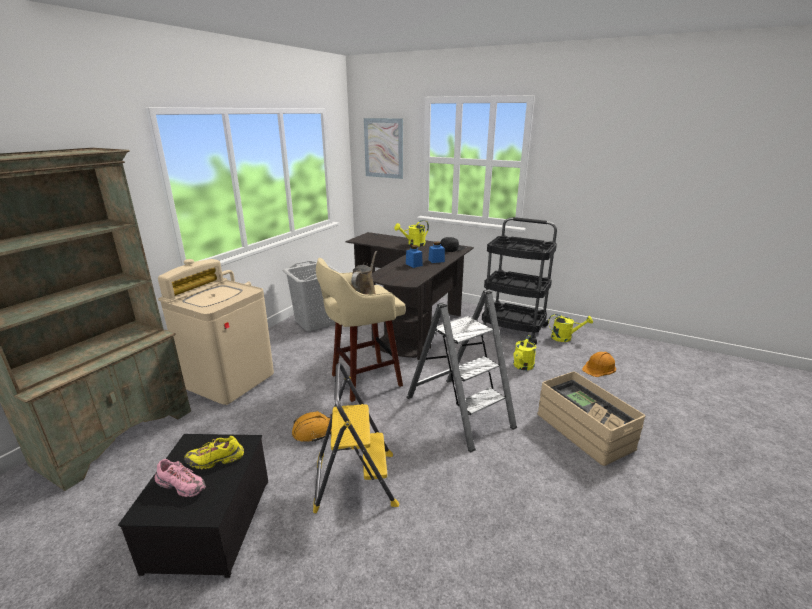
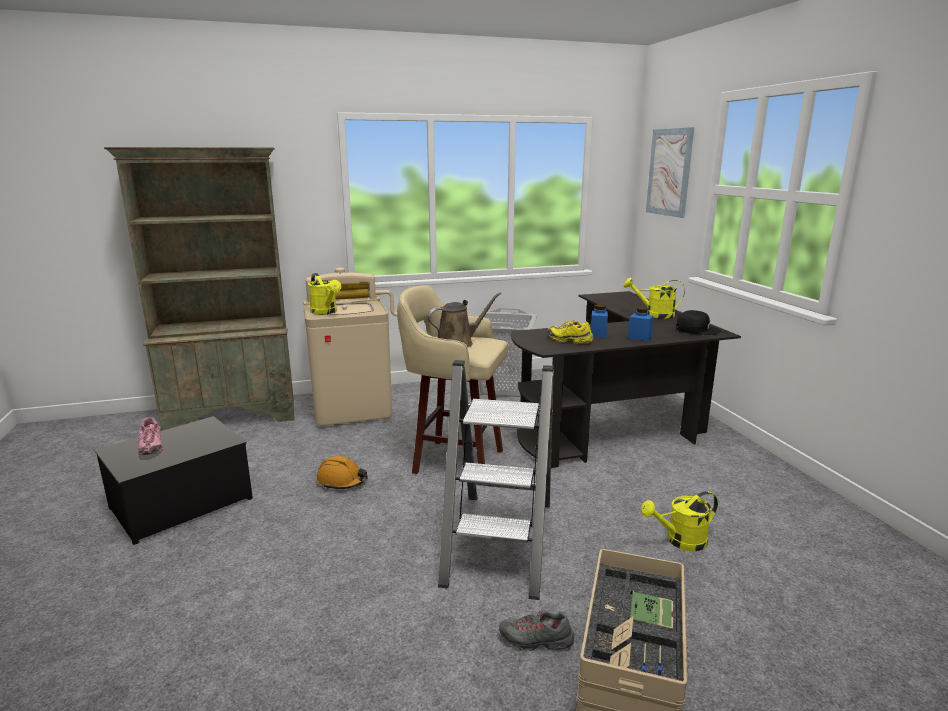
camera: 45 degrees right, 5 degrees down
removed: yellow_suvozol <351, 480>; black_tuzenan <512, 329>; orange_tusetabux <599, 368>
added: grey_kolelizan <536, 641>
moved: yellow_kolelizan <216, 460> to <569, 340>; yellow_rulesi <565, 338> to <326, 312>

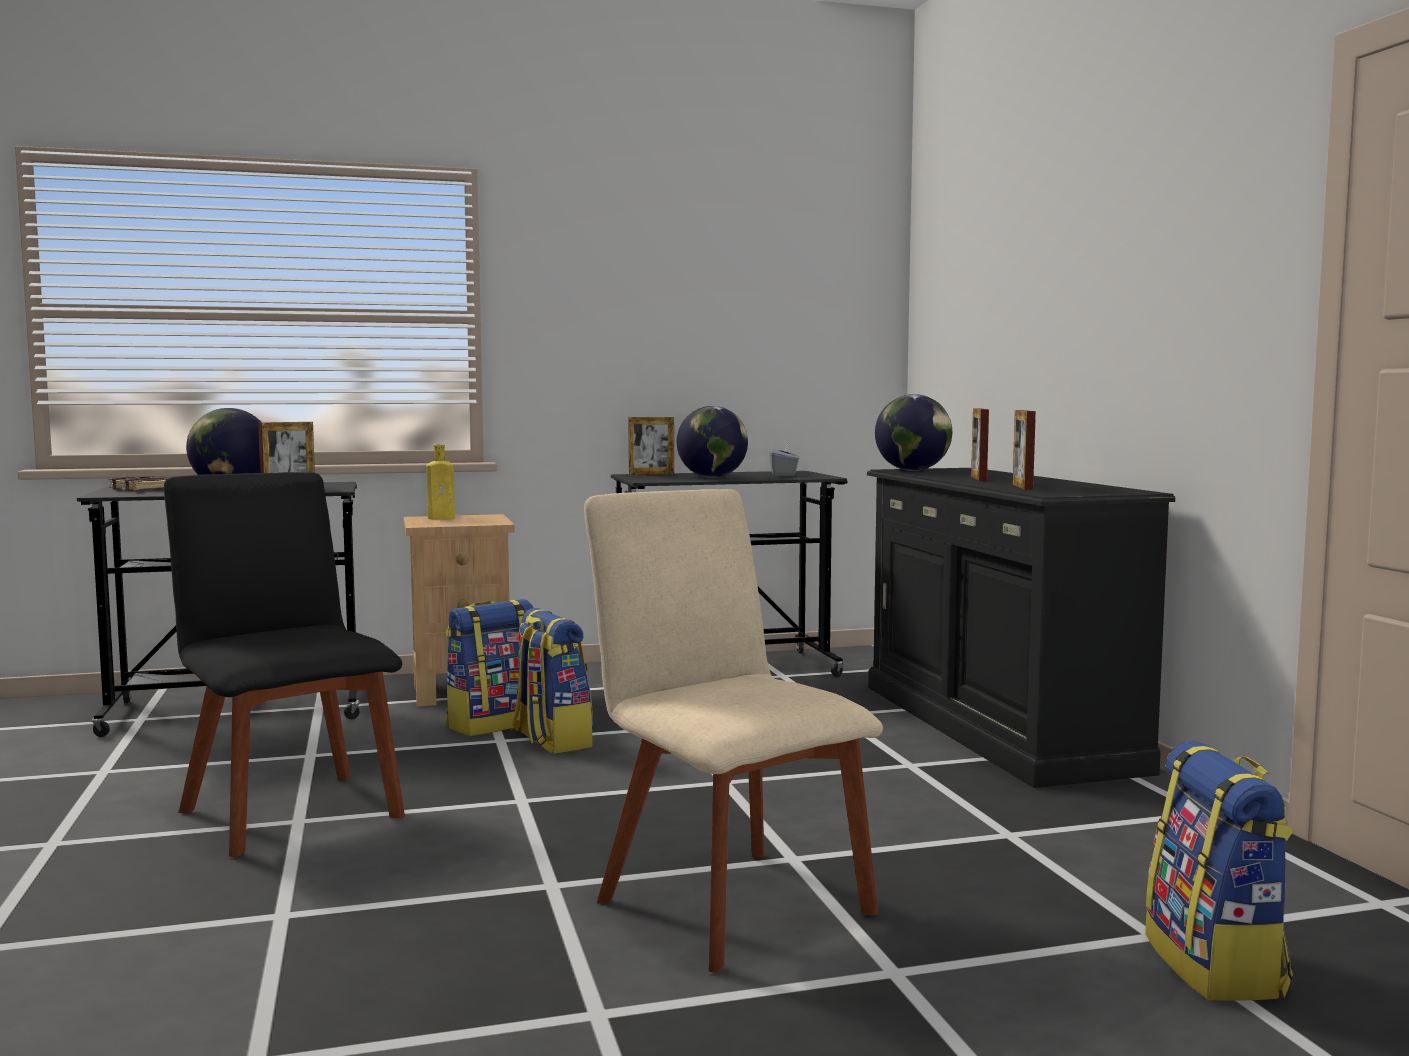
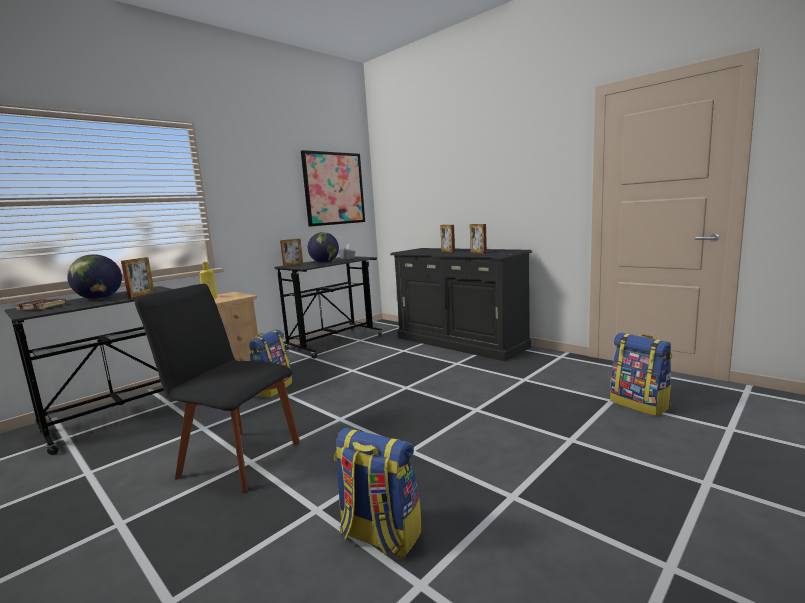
camera: 30 degrees left, 5 degrees up
removed: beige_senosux <727, 901>; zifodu <913, 470>
added: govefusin <334, 188>
moved: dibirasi <550, 740> to <379, 536>

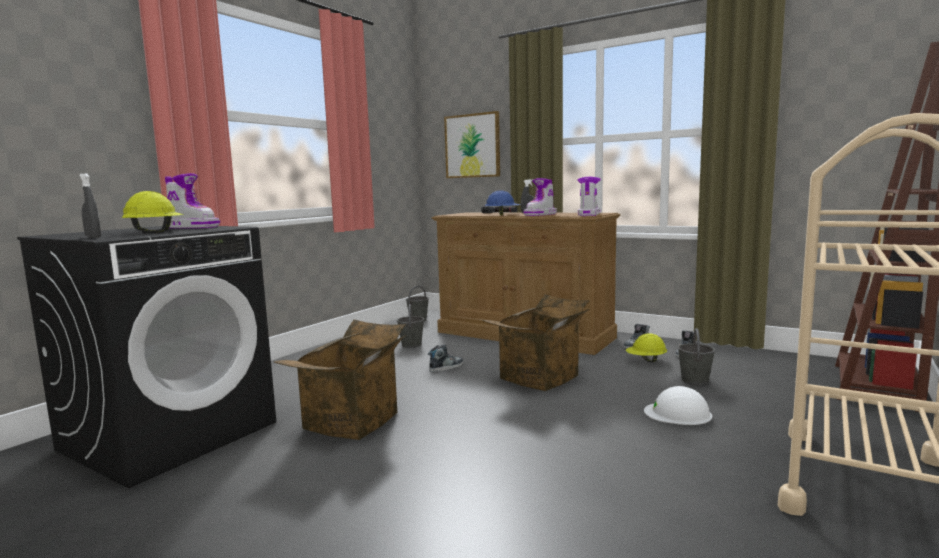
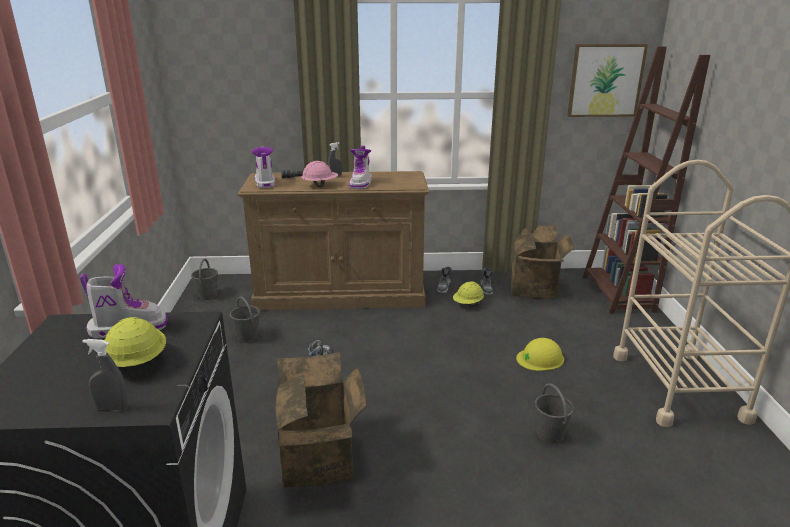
camera: 35 degrees left, 15 degrees up
moved: govefusin <472, 146> to <605, 80>; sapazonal <541, 378> to <536, 288>; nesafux <588, 215> to <265, 183>; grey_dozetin <694, 381> to <550, 434>
recoloured: blue_tusetabux <503, 214> to pink_tusetabux <320, 185>; white_tusetabux <678, 413> to yellow_tusetabux <540, 358>

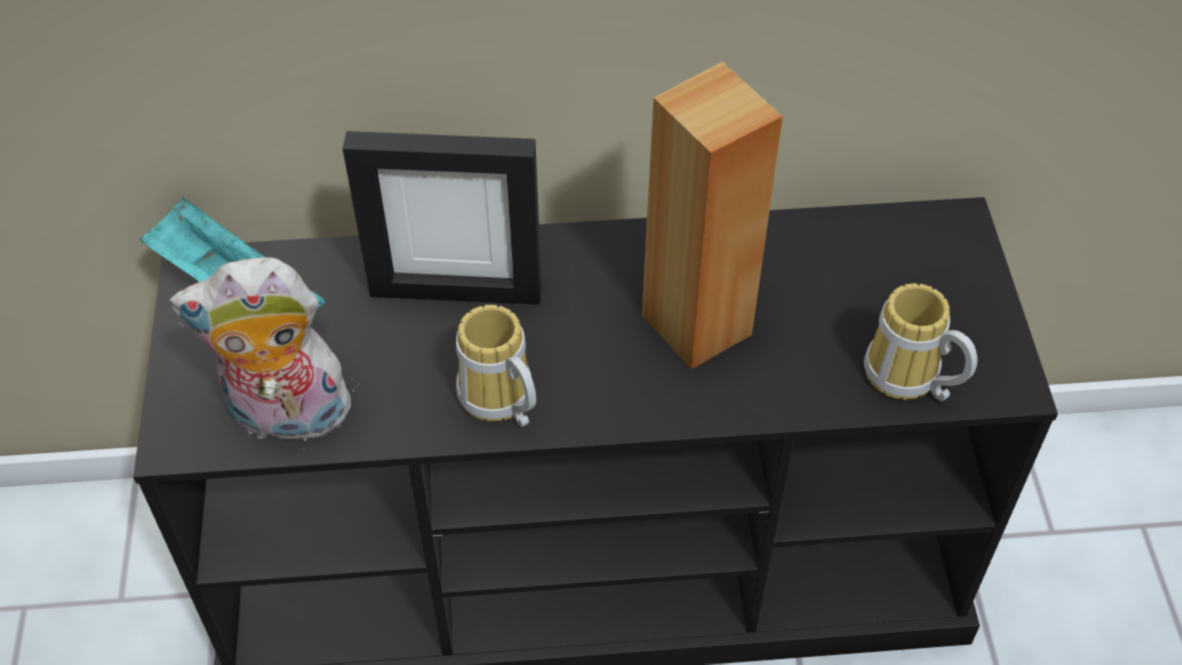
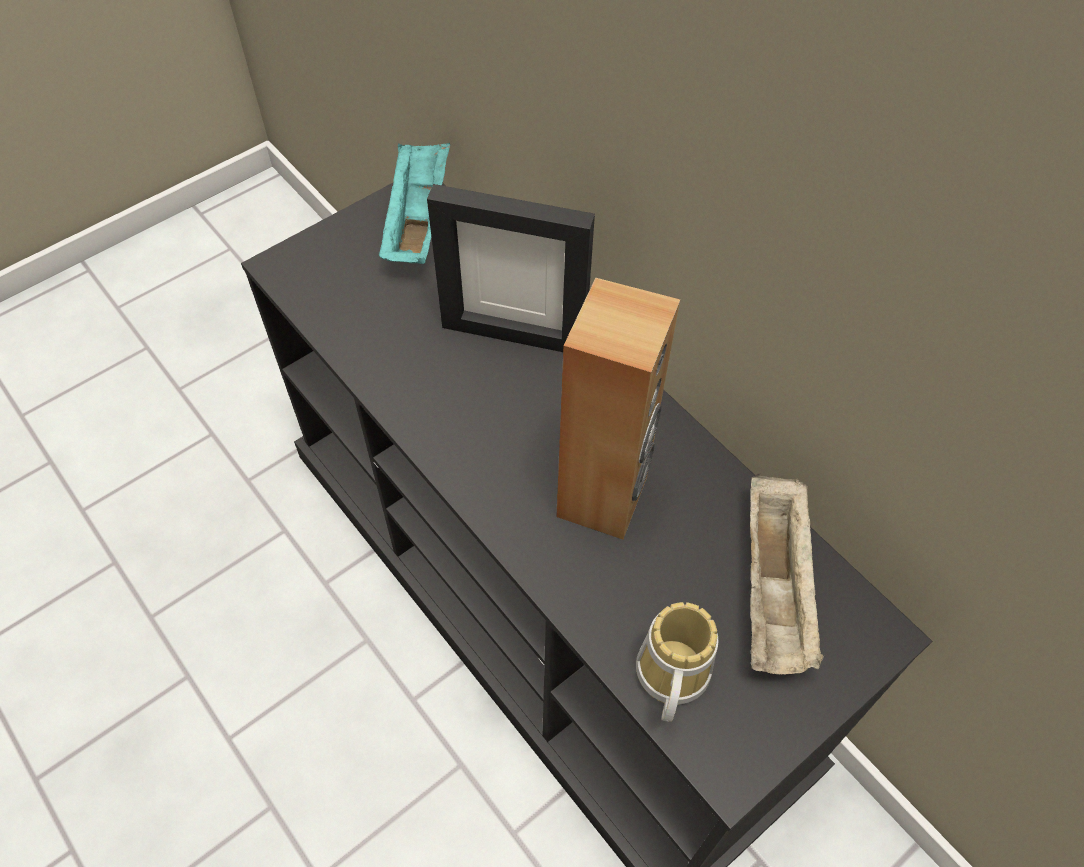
camera: 55 degrees right, 5 degrees up
removed: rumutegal <286, 417>; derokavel <498, 403>
added: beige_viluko <774, 589>
turned: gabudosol <456, 289> = <514, 332> 45 degrees counterclockwise

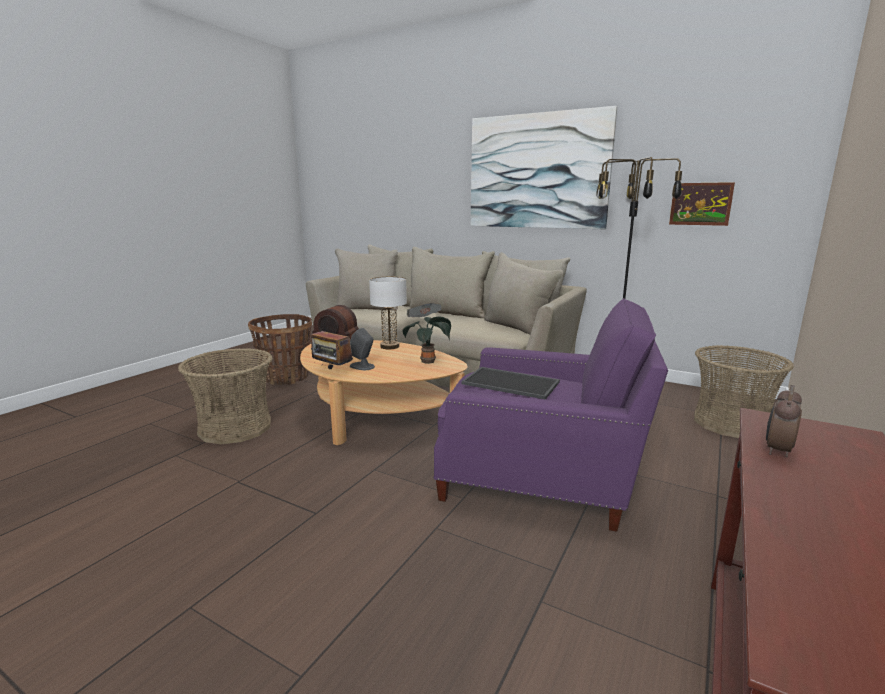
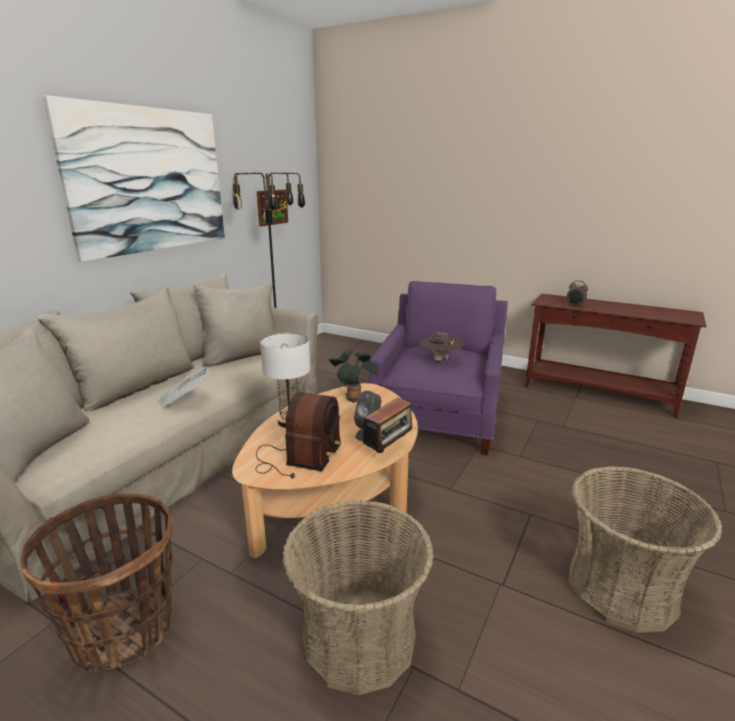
camera: 90 degrees left, 5 degrees up
moved: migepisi <730, 423> to <621, 589>
replaced: viluko <512, 383> to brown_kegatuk <439, 360>

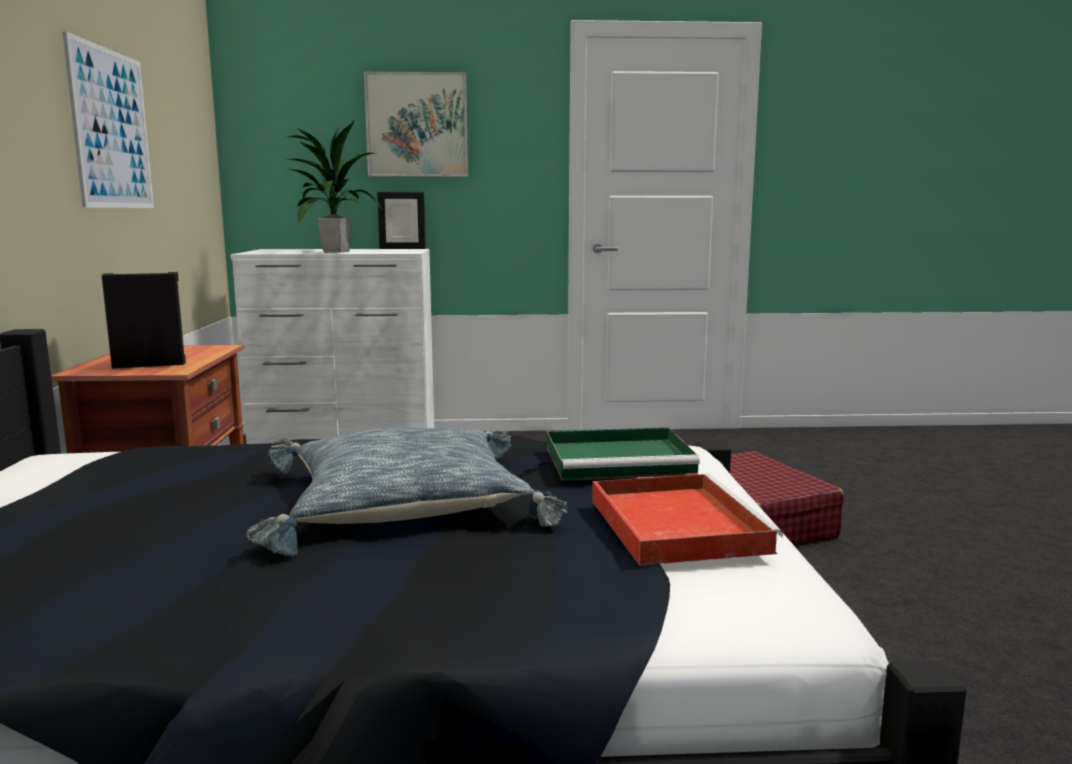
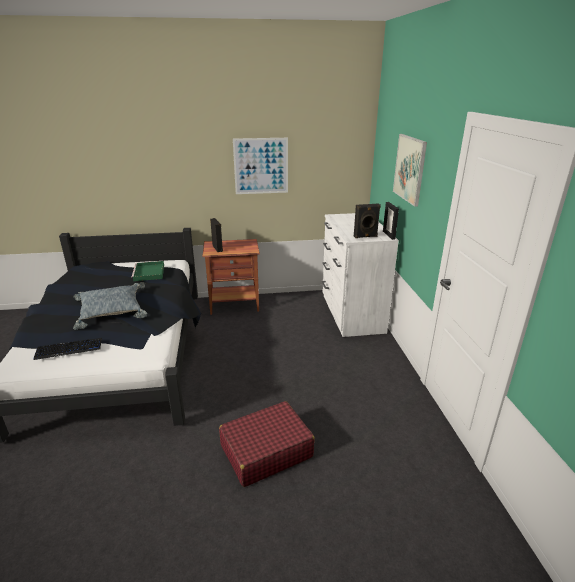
camera: 85 degrees right, 15 degrees up
removed: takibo <335, 251>
added: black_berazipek <365, 236>
moved: green_viluko <621, 460> to <149, 273>
replaced: red_viluko <674, 524> to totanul <69, 349>

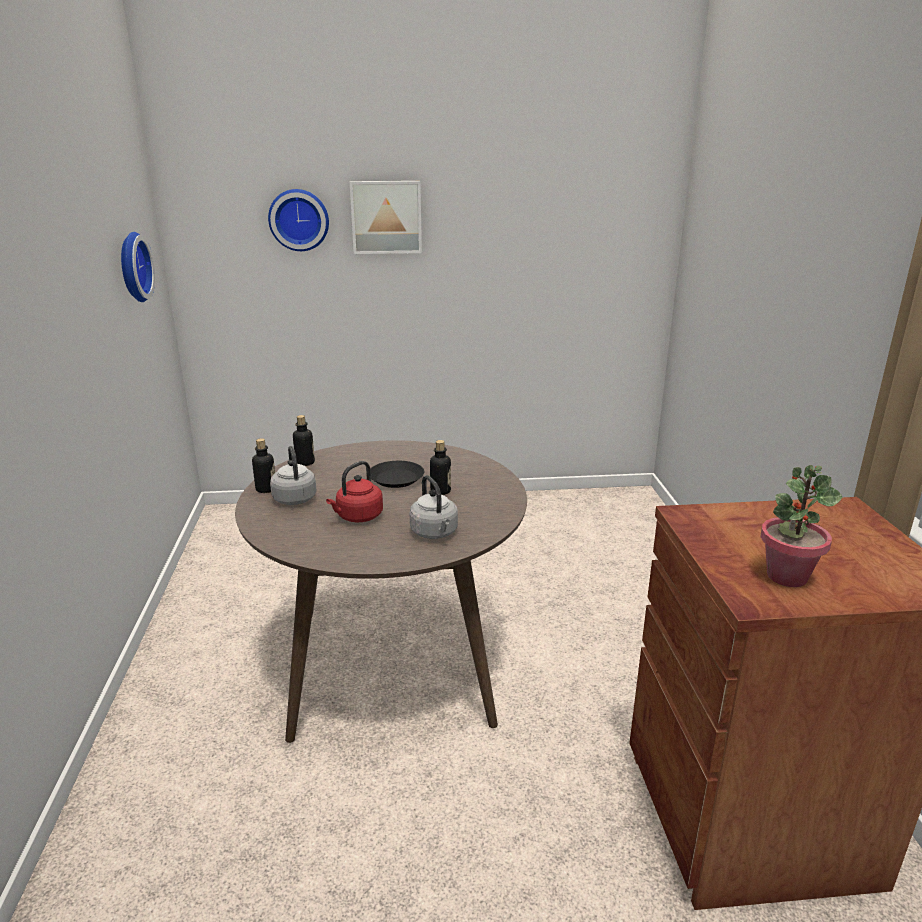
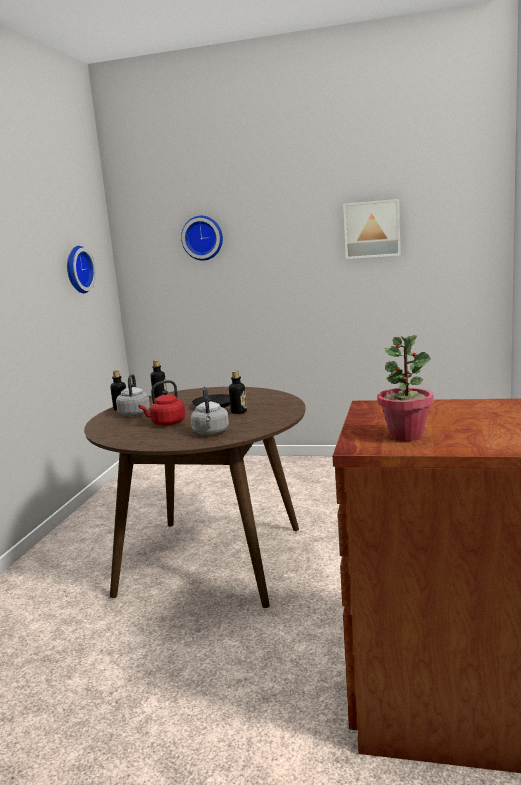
camera: 20 degrees right, 10 degrees down
moved: govefusin <386, 217> to <372, 229>

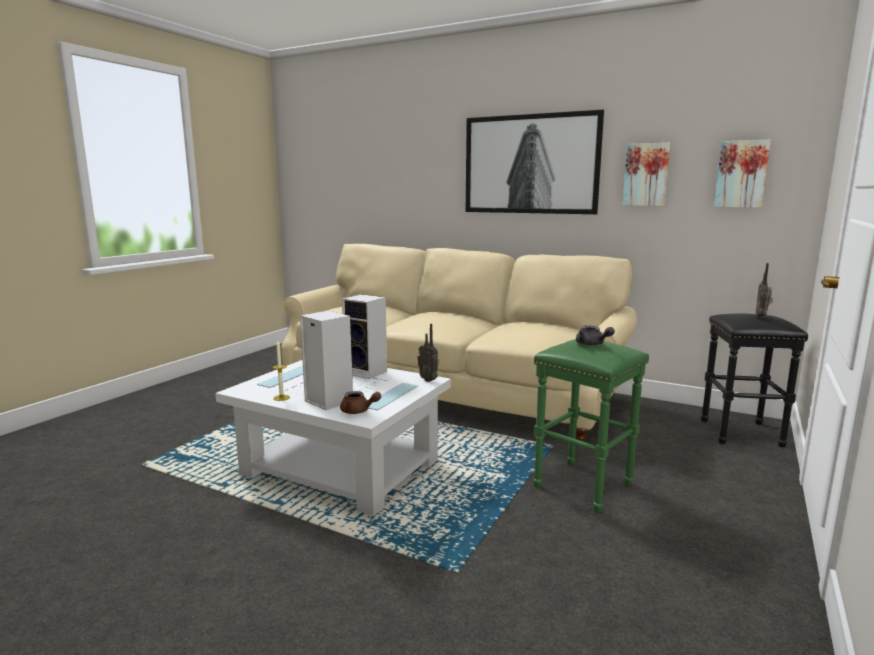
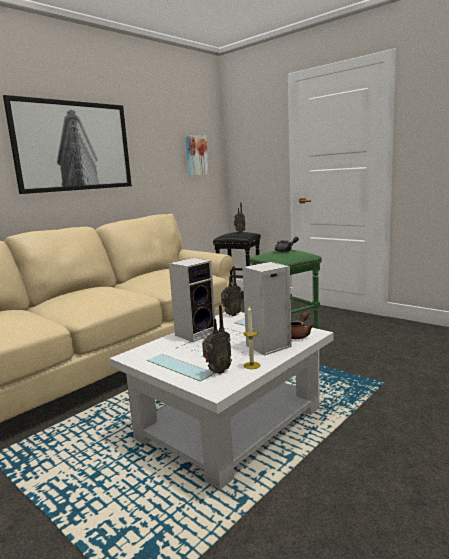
camera: 75 degrees left, 0 degrees up
removed: govefusin <646, 175>
added: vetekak <217, 371>

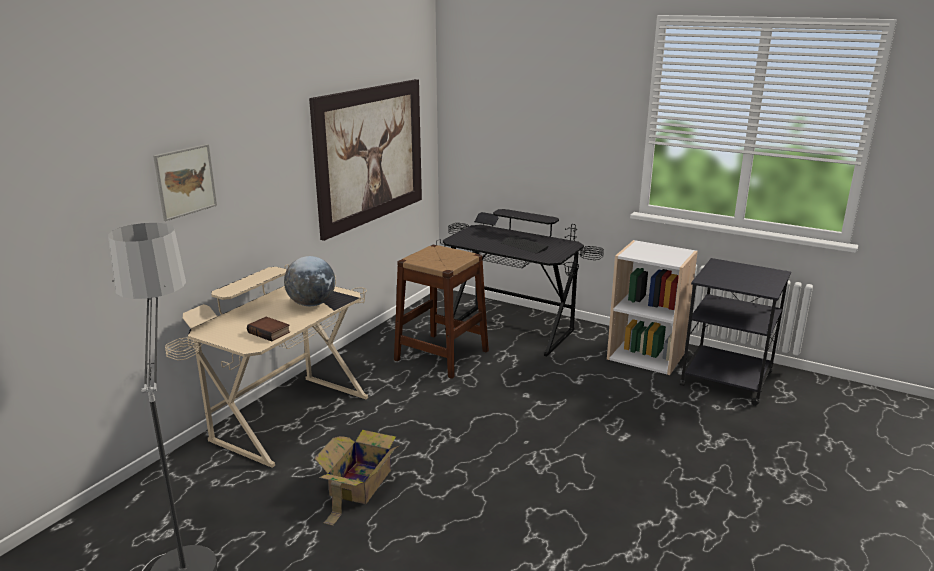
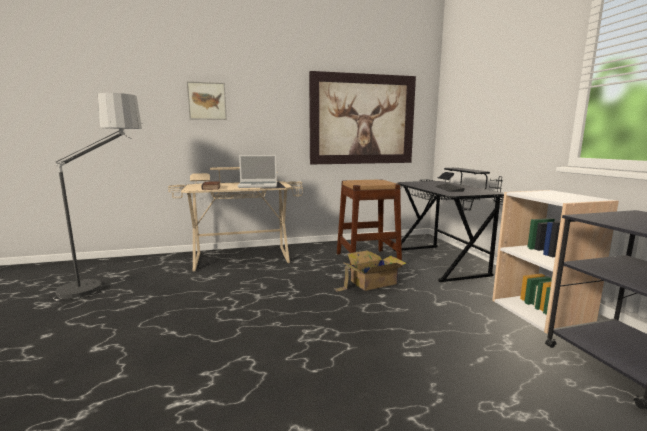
camera: 45 degrees right, 10 degrees down
moved: sapazonal <358, 485> to <371, 283>
replaced: zifodu <311, 304> to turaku <258, 185>

